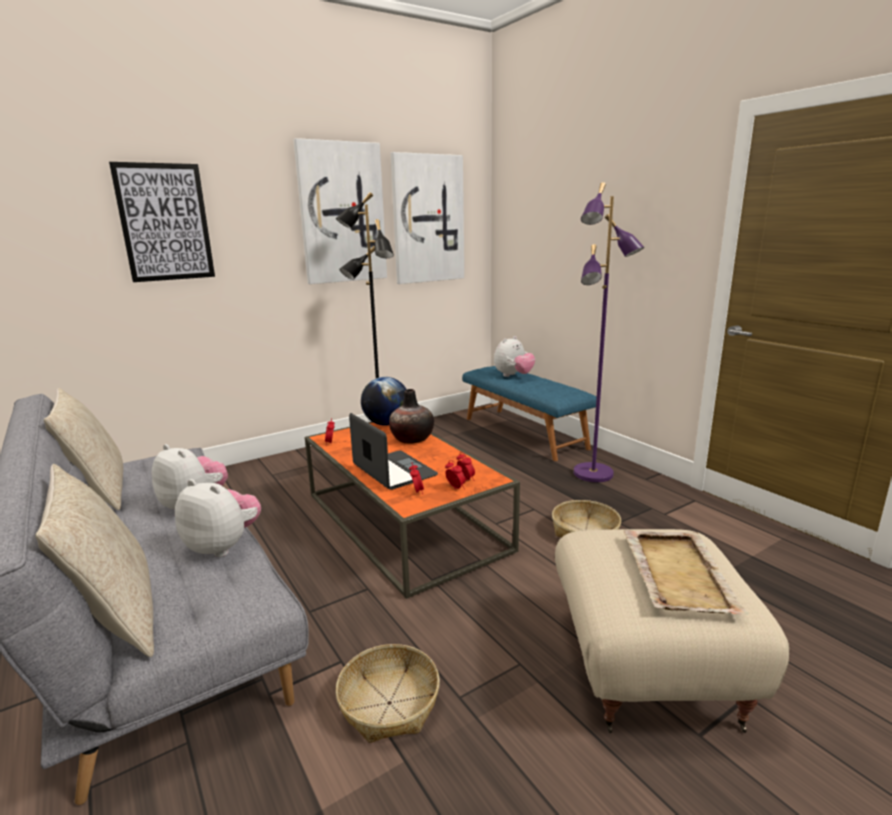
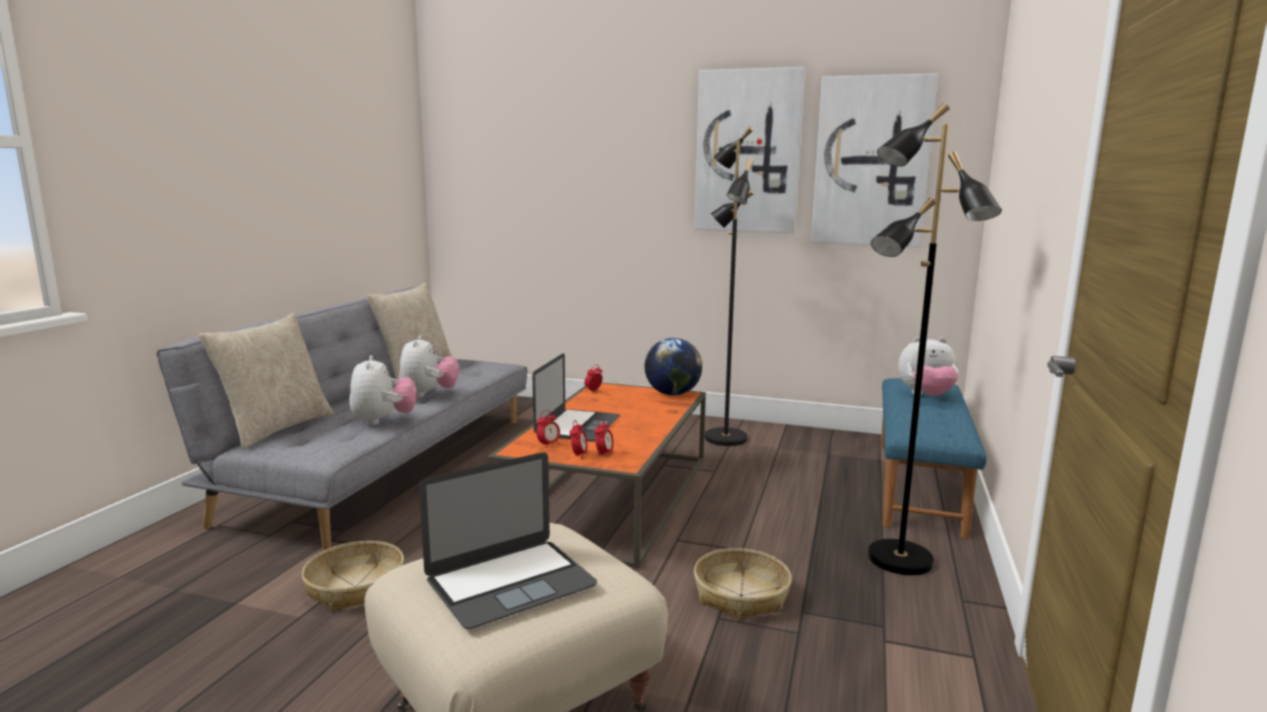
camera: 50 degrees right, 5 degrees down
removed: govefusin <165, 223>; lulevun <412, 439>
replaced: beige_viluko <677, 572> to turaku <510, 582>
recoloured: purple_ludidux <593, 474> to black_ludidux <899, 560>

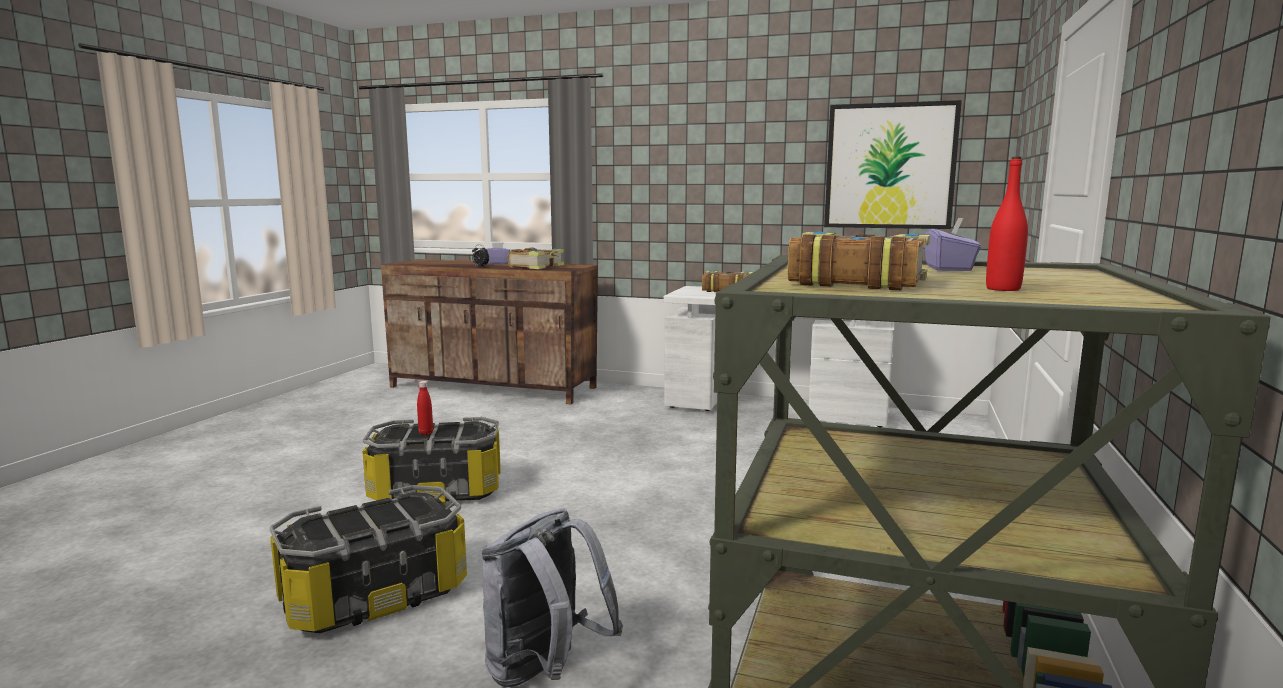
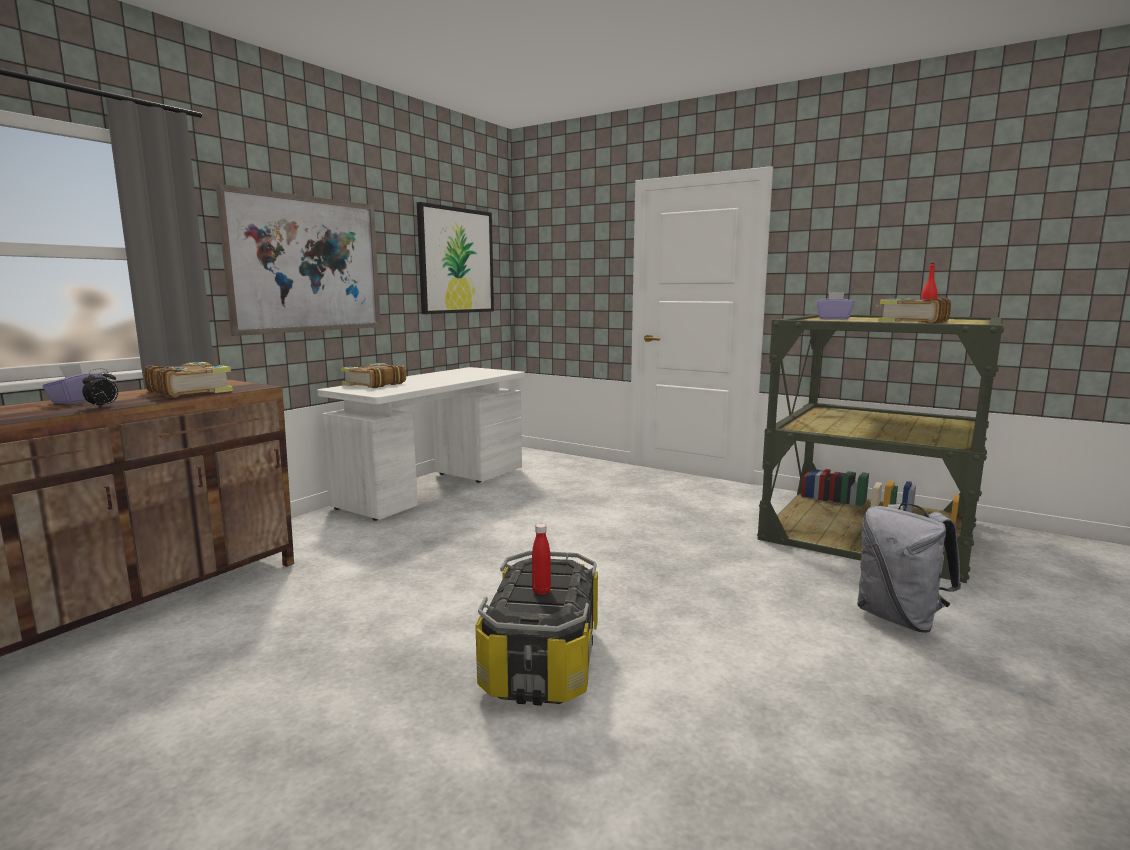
camera: 75 degrees left, 0 degrees up
removed: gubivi <375, 597>
added: govefusin <307, 264>

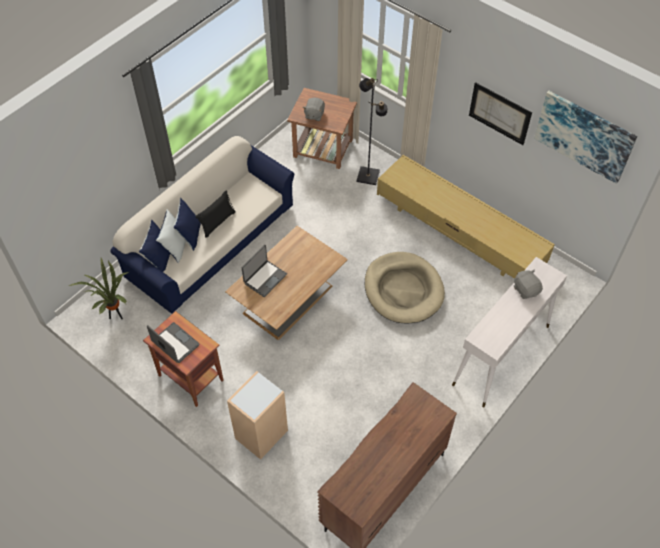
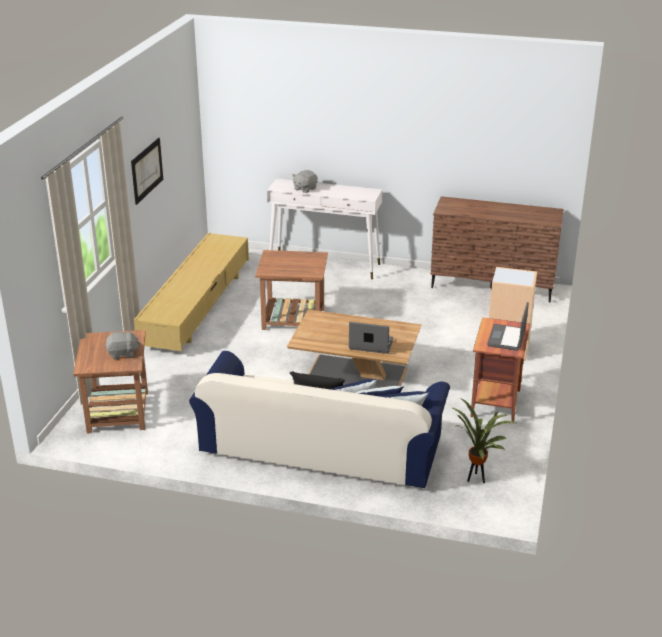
camera: 115 degrees left, 25 degrees down
removed: black_ludidux <368, 176>; govefusin <584, 136>
replaced: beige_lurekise <403, 290> to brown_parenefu <292, 318>

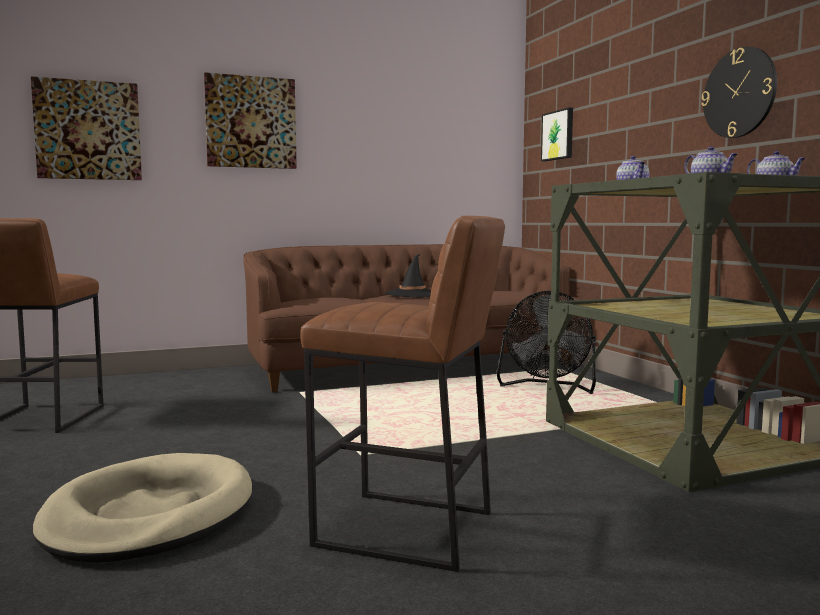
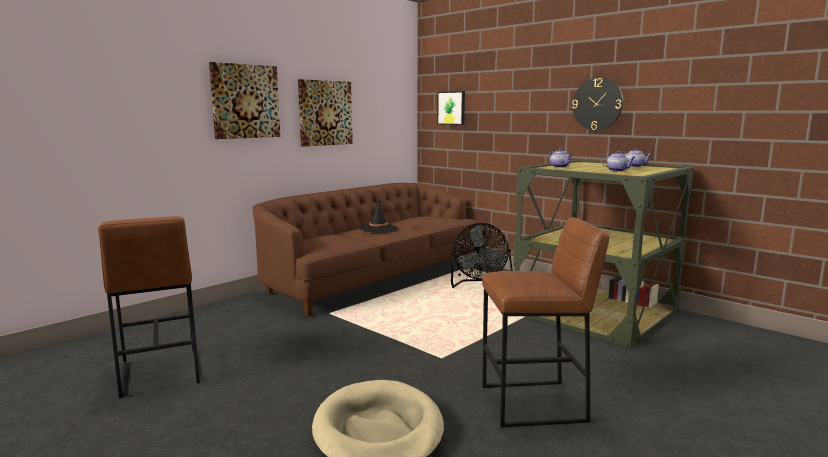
camera: 25 degrees left, 5 degrees up
moved: govefusin <88, 130> to <325, 113>

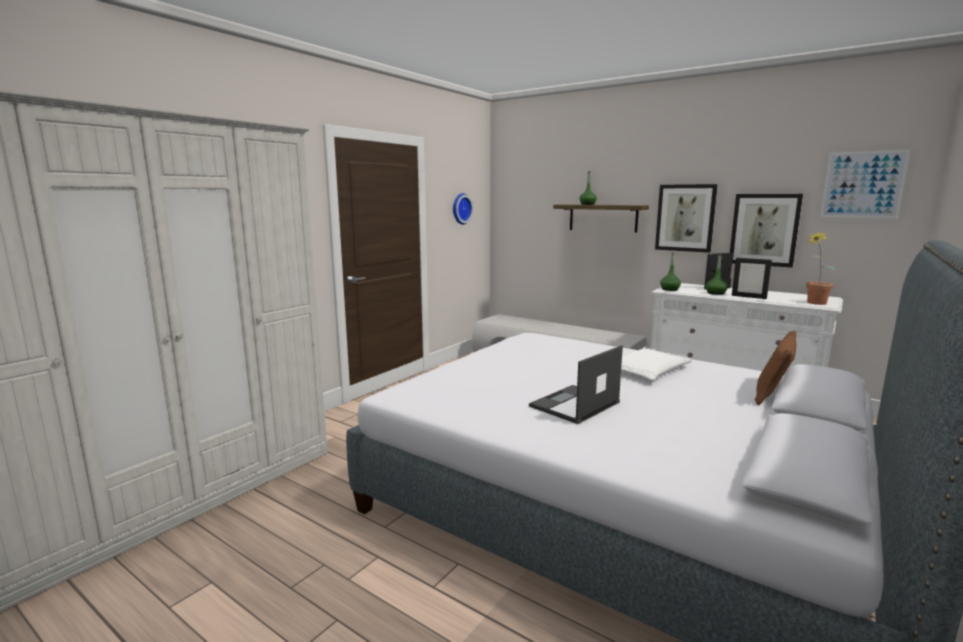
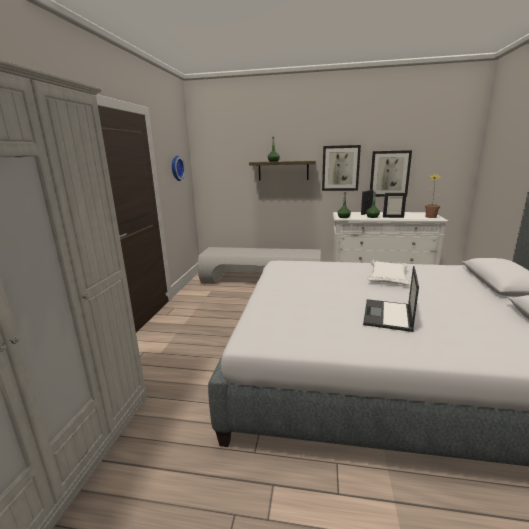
camera: 25 degrees left, 5 degrees up
removed: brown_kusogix <772, 393>; govefusin <863, 184>

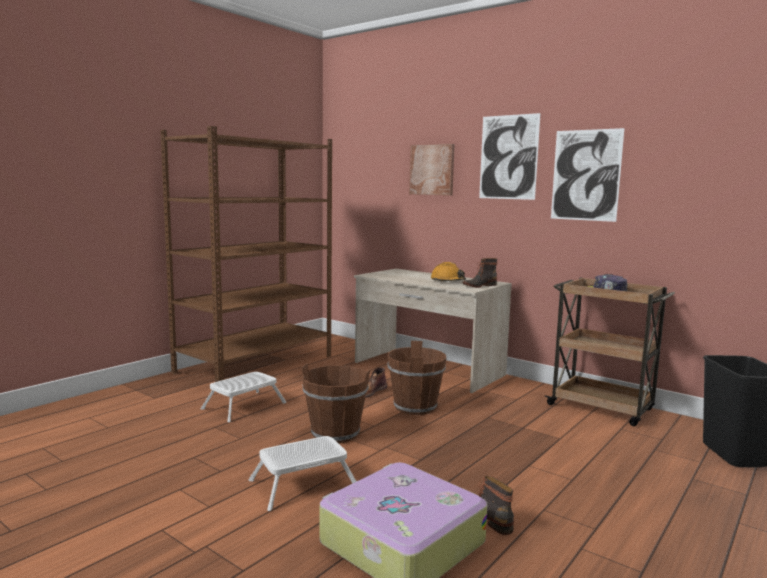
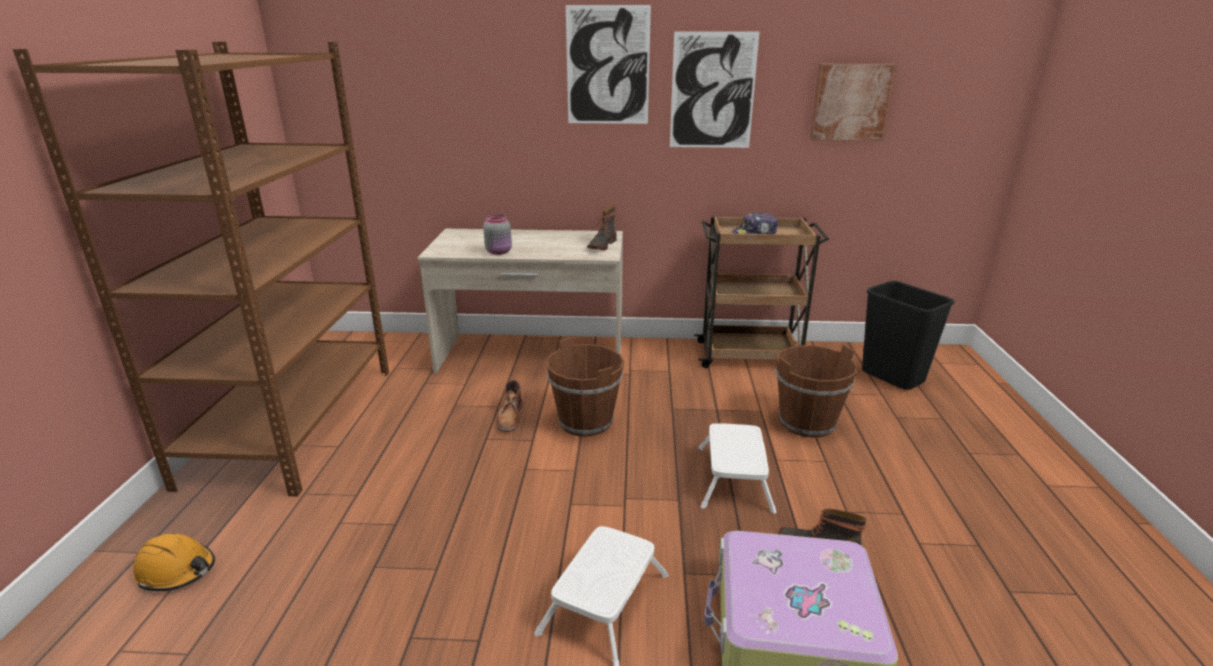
camera: 35 degrees left, 15 degrees up
added: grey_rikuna <499, 252>
moved: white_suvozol <244, 406> to <735, 478>; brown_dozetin <335, 433> to <807, 423>; govefusin <432, 170> to <850, 102>; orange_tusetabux <448, 281> to <177, 571>

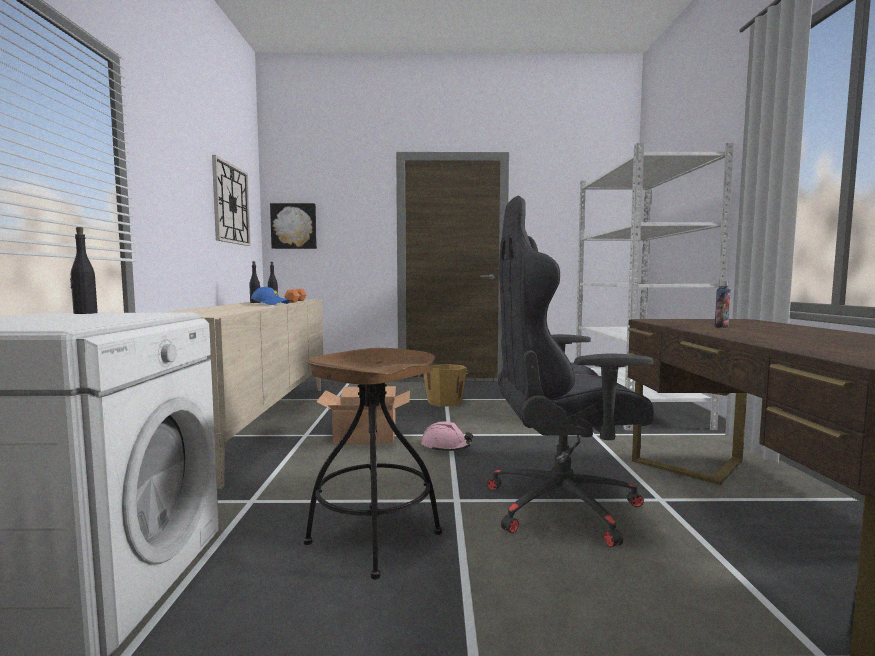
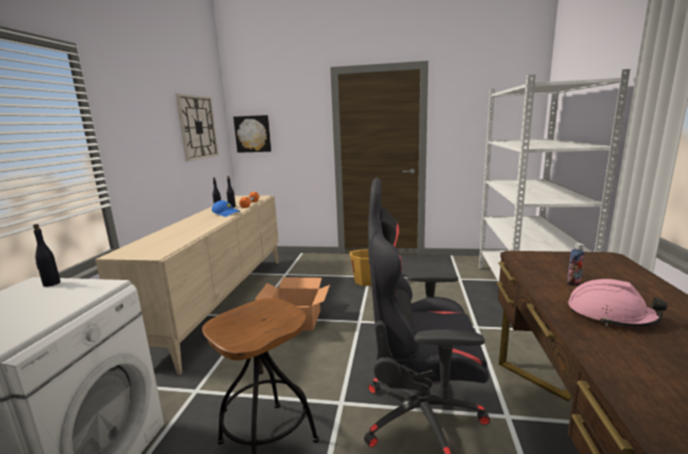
camera: 10 degrees right, 10 degrees up
moved: pink_tusetabux <446, 447> to <610, 315>

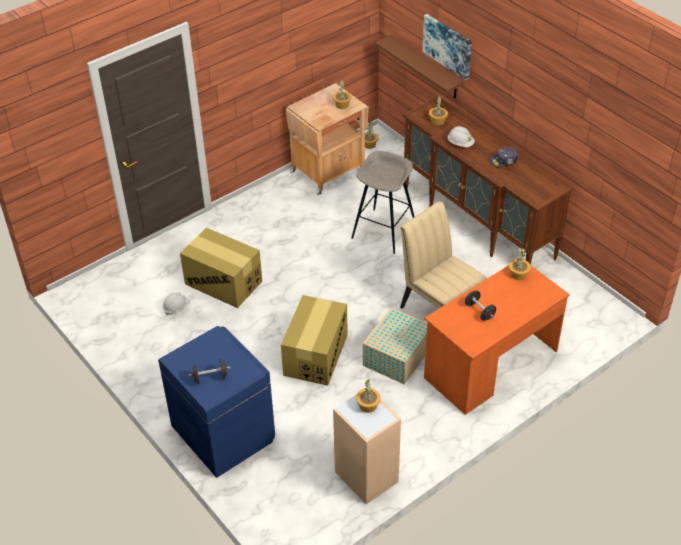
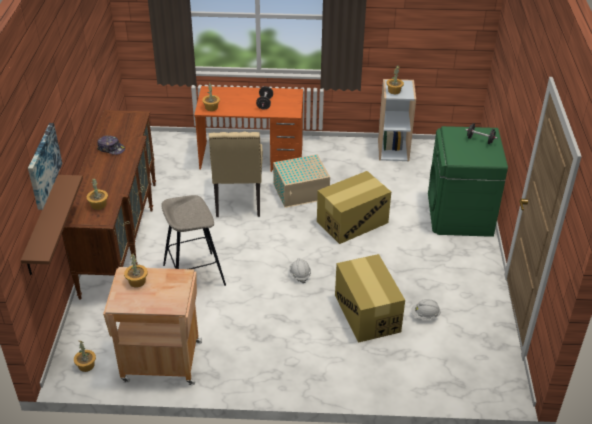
camera: 140 degrees left, 5 degrees down
moved: white_tusetabux <460, 143> to <299, 275>
recoloured: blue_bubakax <224, 431> to green_bubakax <458, 214>

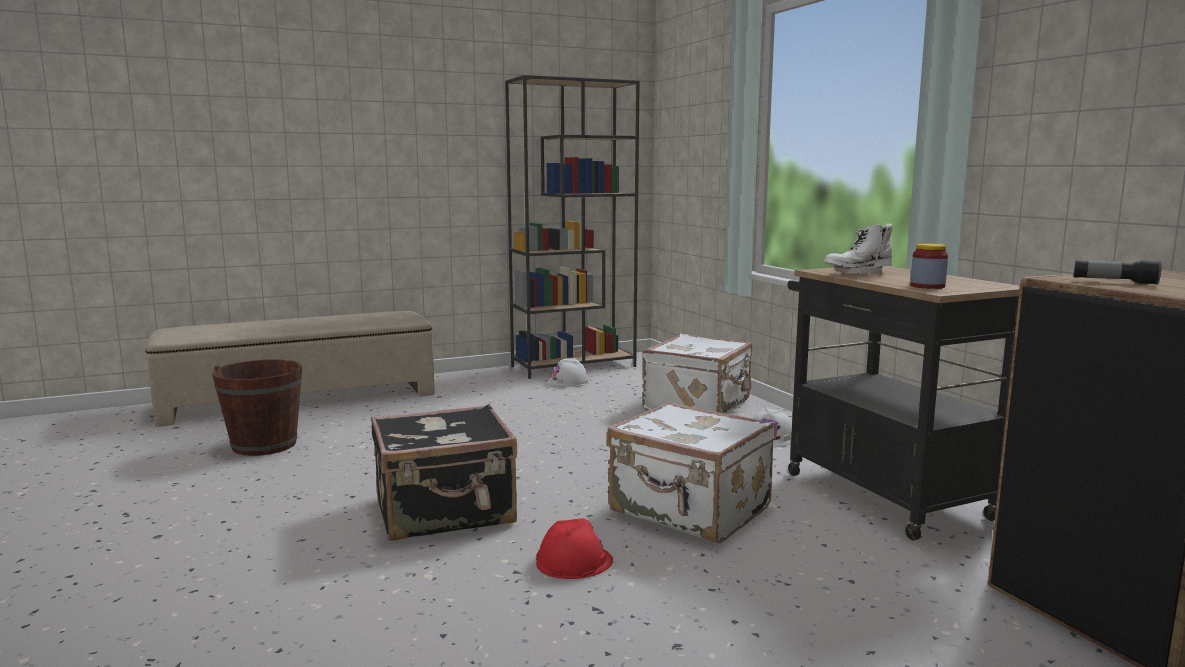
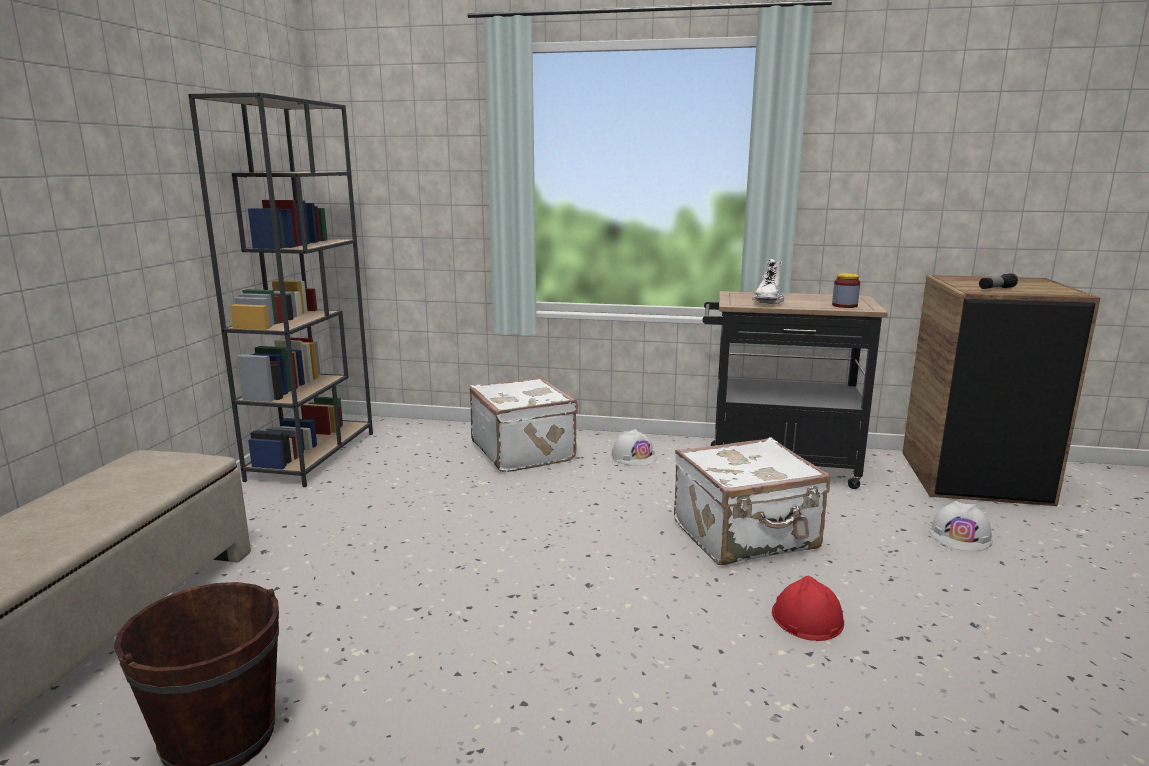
camera: 55 degrees left, 5 degrees up
removed: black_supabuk <446, 513>
moved: white_tusetabux <568, 382> to <960, 536>

